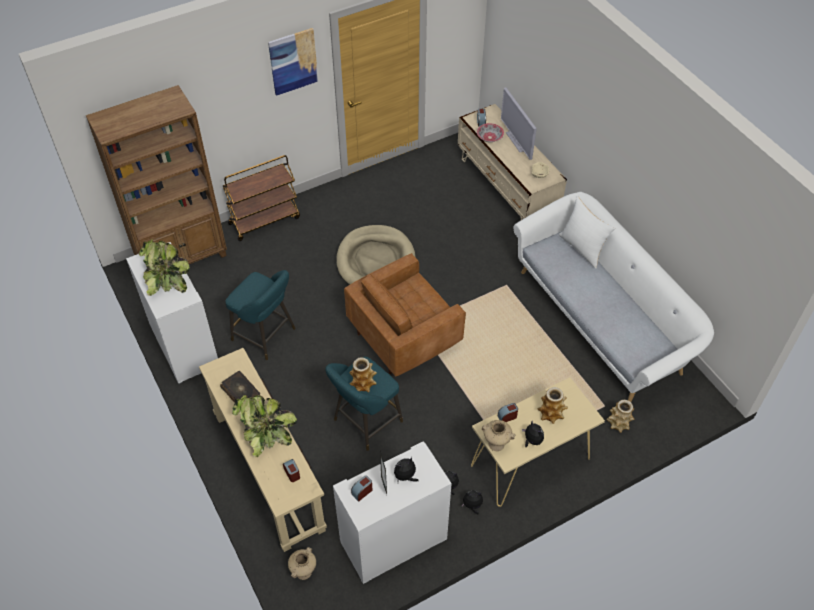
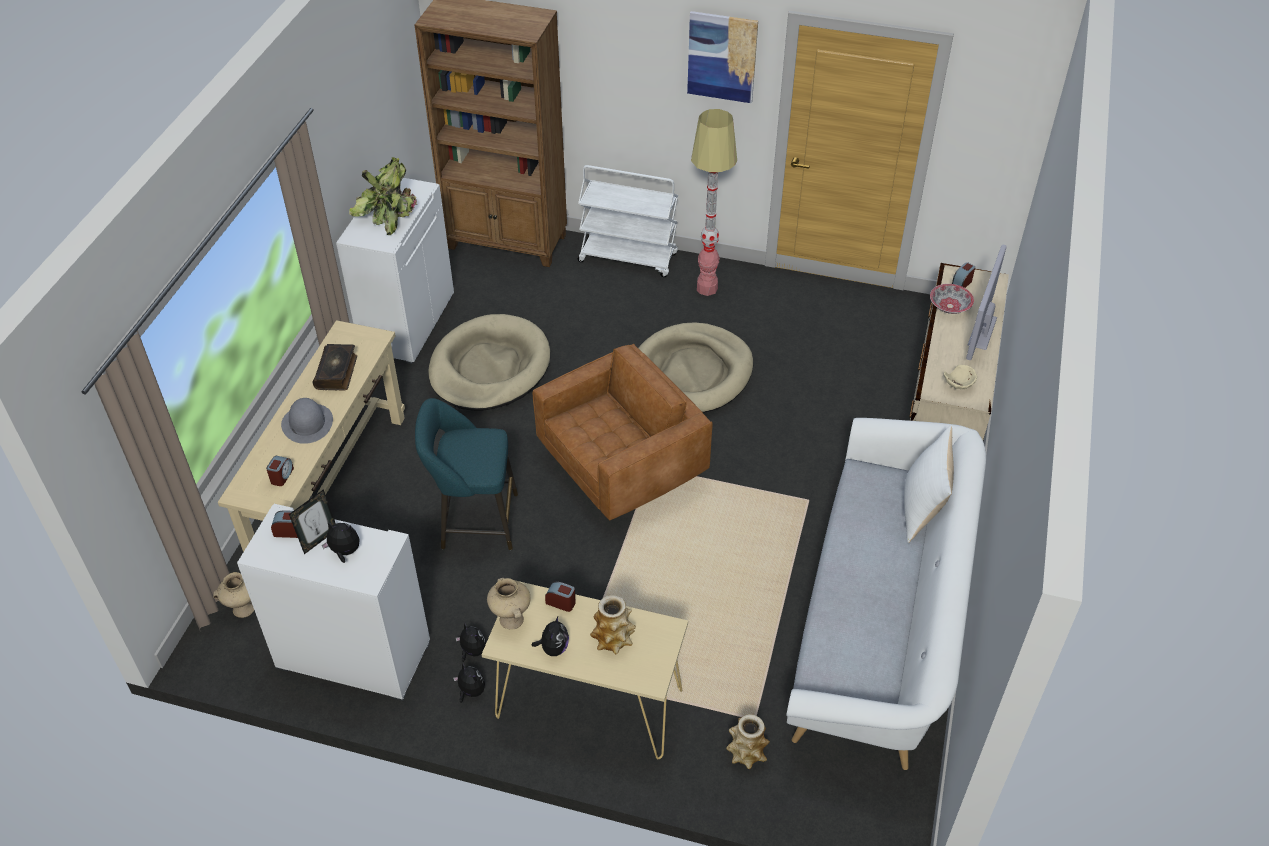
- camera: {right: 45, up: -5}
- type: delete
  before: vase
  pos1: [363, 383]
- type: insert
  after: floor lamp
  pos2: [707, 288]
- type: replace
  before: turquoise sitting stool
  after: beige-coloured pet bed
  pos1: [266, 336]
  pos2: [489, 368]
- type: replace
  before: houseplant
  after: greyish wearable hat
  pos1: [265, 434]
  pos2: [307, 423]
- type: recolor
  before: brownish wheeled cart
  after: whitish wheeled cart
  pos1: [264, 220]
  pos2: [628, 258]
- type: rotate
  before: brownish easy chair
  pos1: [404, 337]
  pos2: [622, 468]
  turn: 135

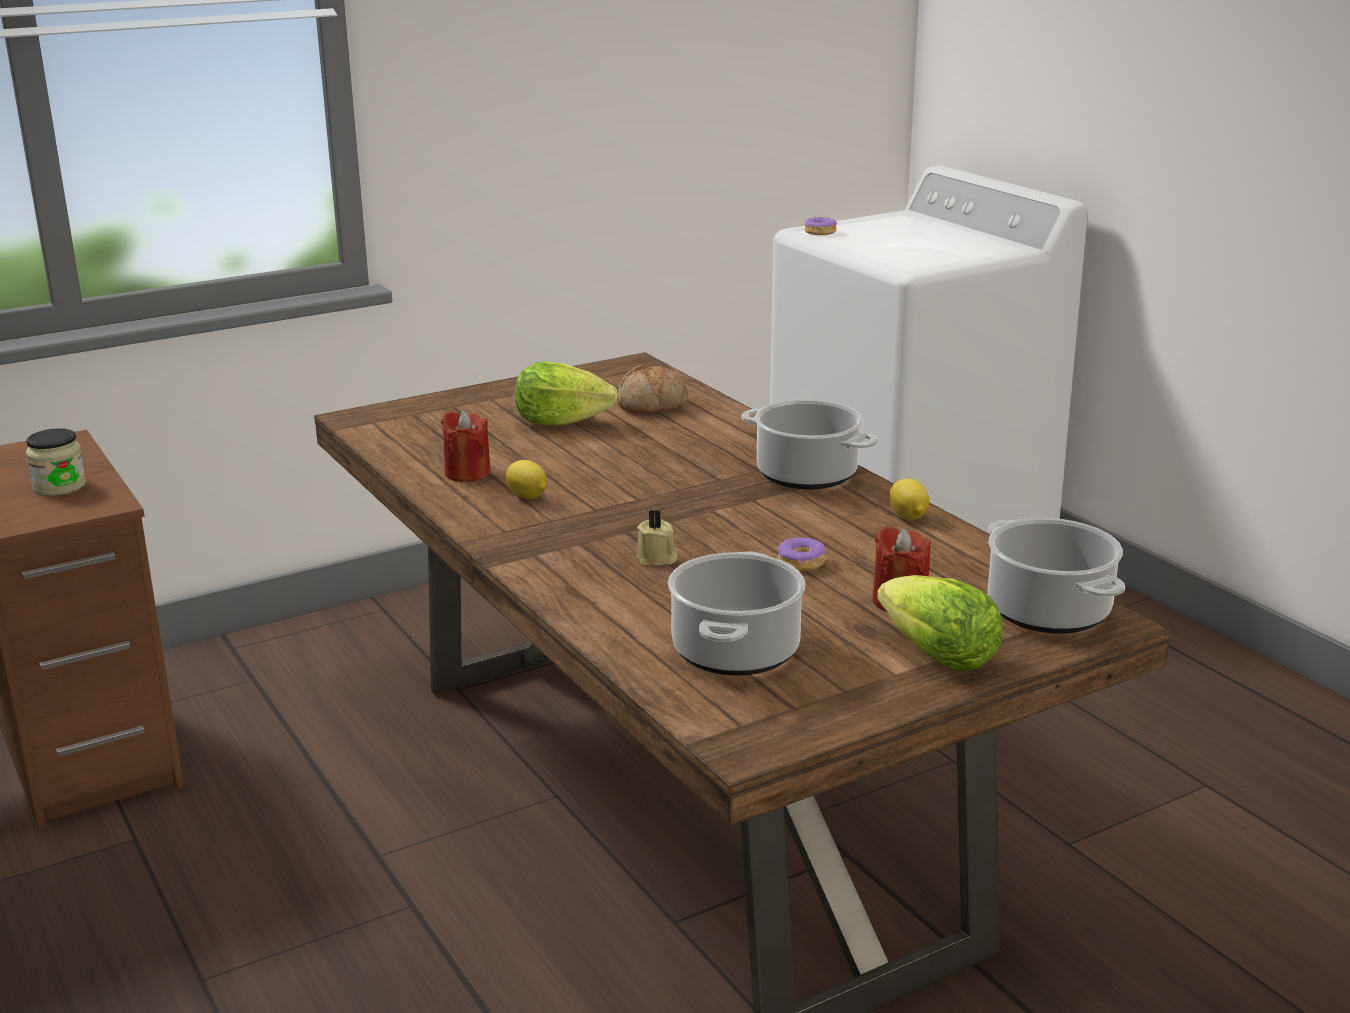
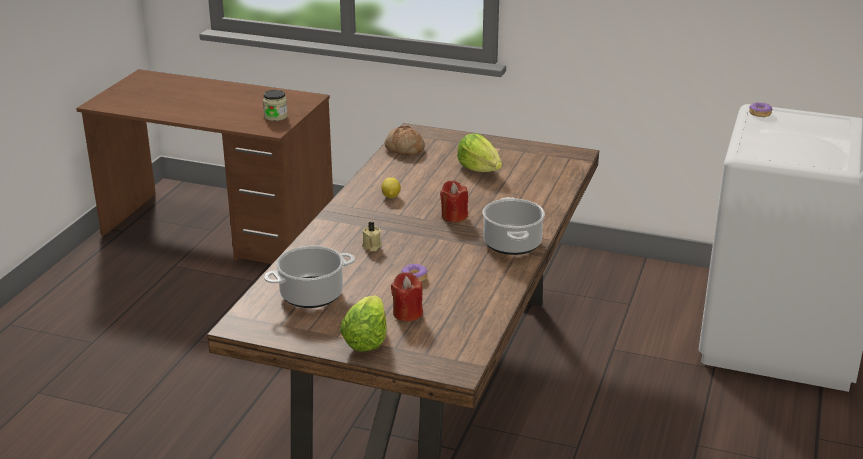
- camera: {right: 50, up: 5}
- type: delete
  before: lemon
  pos1: [908, 517]
- type: delete
  before: stockpot
  pos1: [1046, 611]
- type: move
  before: red-coloured wax light
  pos1: [467, 473]
  pos2: [454, 216]
- type: move
  before: baked bread
  pos1: [652, 405]
  pos2: [404, 149]

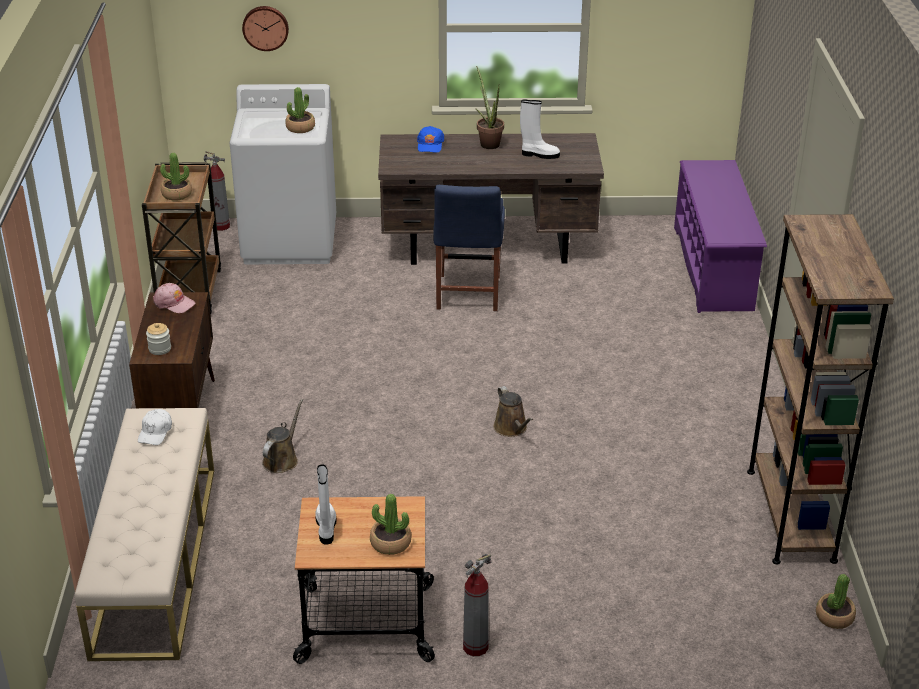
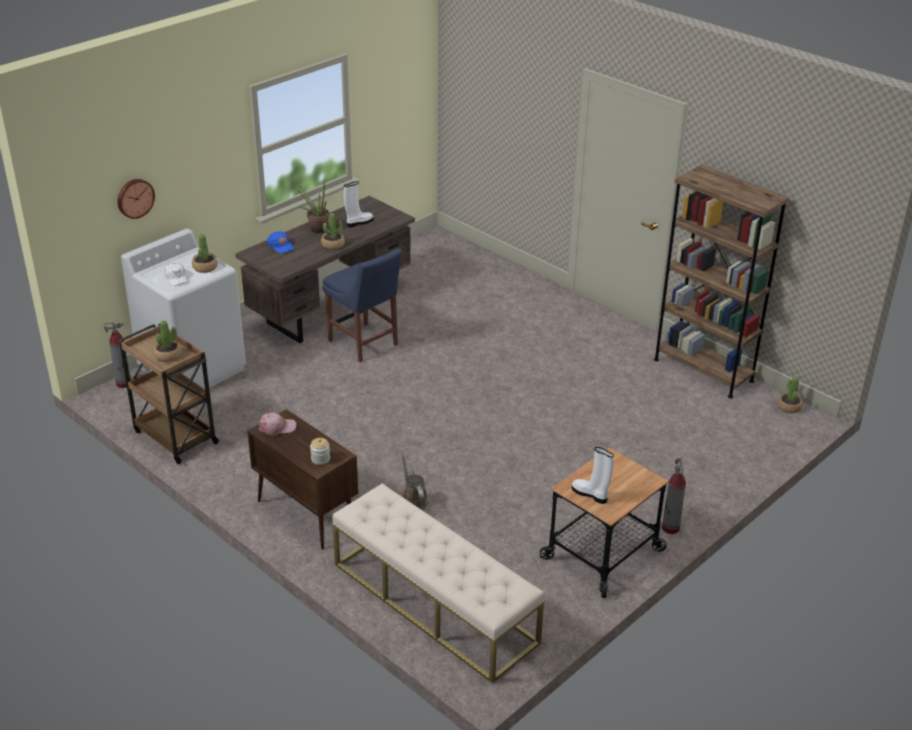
- camera: {right: -45, up: 0}
- type: delete
  before: brownish watering pot
  pos1: [512, 428]
- type: delete
  before: purple shoe stand
  pos1: [713, 268]
- type: move
  before: whitish peaked cap
  pos1: [155, 432]
  pos2: [176, 278]
- type: move
  before: houseplant
  pos1: [390, 543]
  pos2: [333, 245]

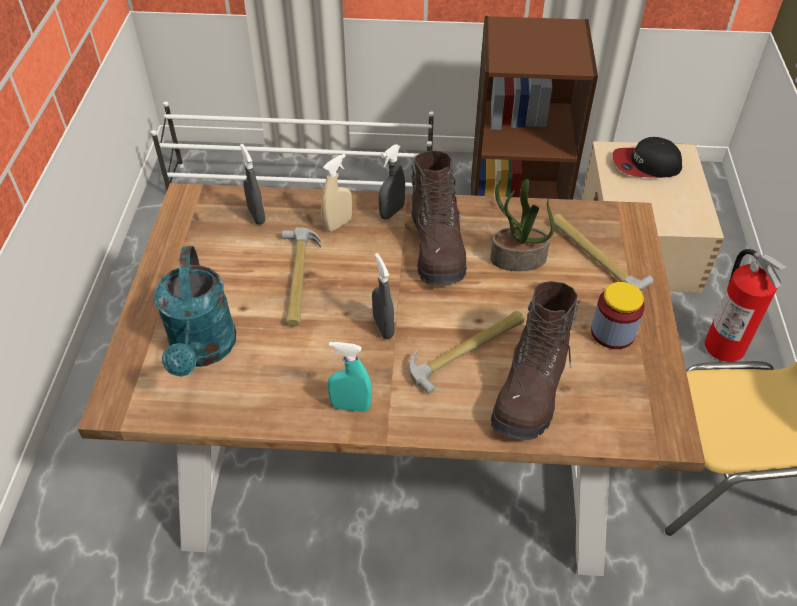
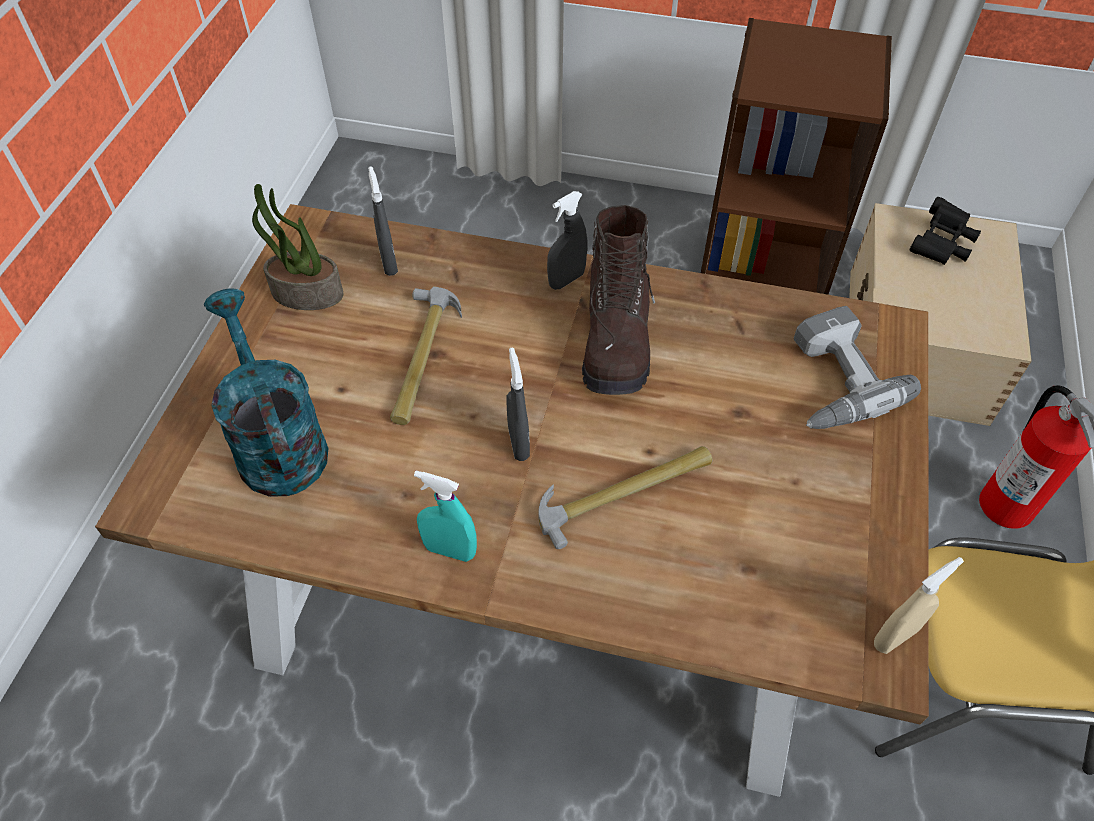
- camera: {right: 10, up: 5}
- type: delete
  before: whitish shoe stand
  pos1: [302, 186]
- type: delete
  before: brownish tall boot
  pos1: [531, 389]
- type: delete
  before: preserve jar
  pos1: [612, 332]
- type: move
  before: beige-coloured hand sprayer
  pos1: [338, 224]
  pos2: [895, 637]
- type: move
  before: houseplant
  pos1: [517, 259]
  pos2: [306, 294]
- type: replace
  before: tool hammer
  after: electric drill
  pos1: [594, 257]
  pos2: [831, 381]
- type: replace
  before: peaked cap
  after: black-coloured pair of binoculars
  pos1: [645, 165]
  pos2: [941, 245]
- type: rotate
  before: turquoise watering pot
  pos1: [202, 350]
  pos2: [276, 441]
  turn: 150

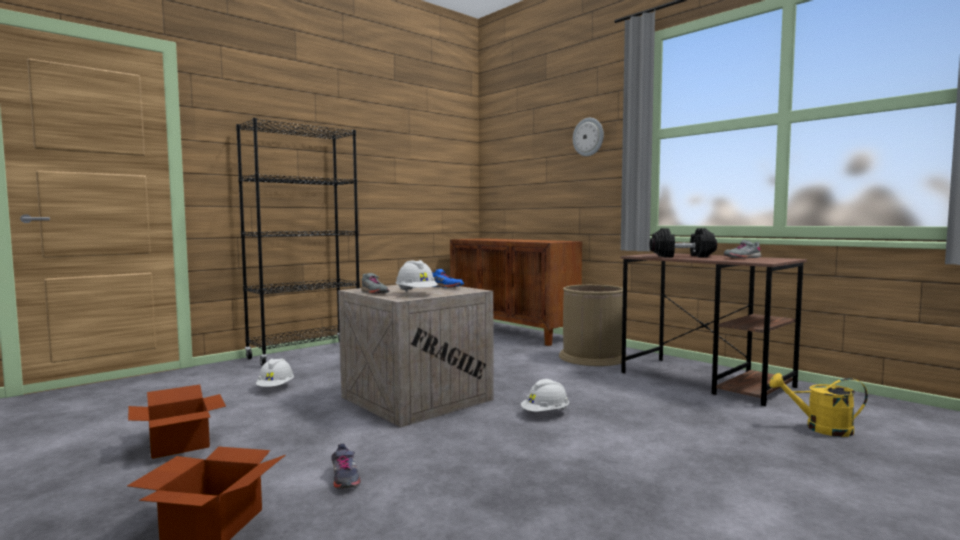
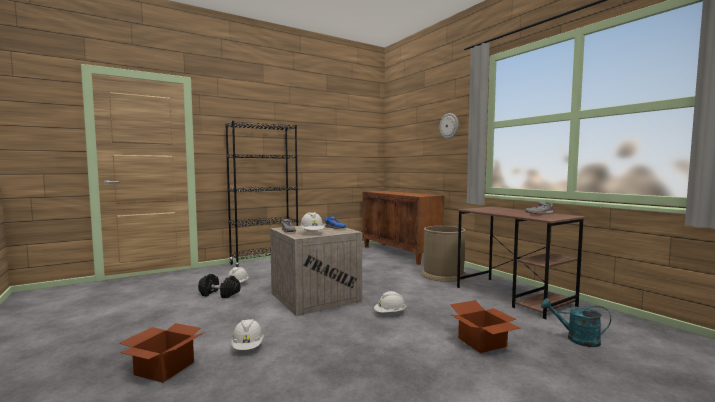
- camera: {right: 10, up: 0}
- type: move
  before: packing box
  pos1: [178, 445]
  pos2: [482, 343]
- type: move
  before: black-coloured free weight
  pos1: [682, 256]
  pos2: [219, 294]
- type: replace
  before: greyish item of footwear
  after: whitish work helmet
  pos1: [345, 478]
  pos2: [248, 347]
- type: recolor
  before: yellow watering pot
  after: turquoise watering pot
  pos1: [820, 428]
  pos2: [577, 339]

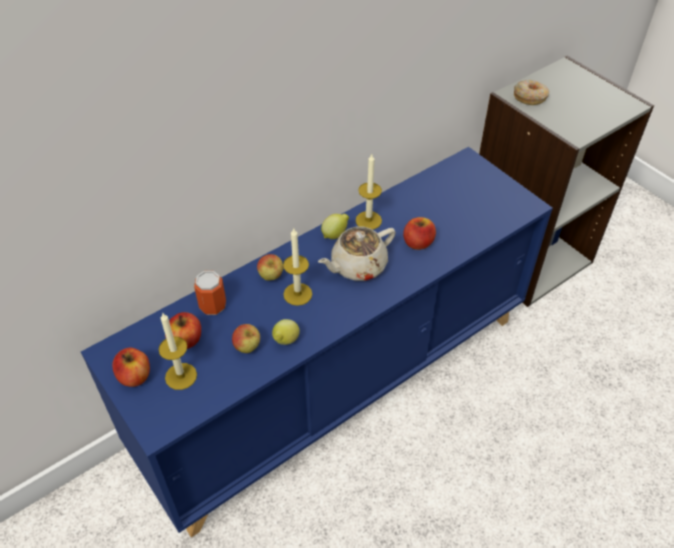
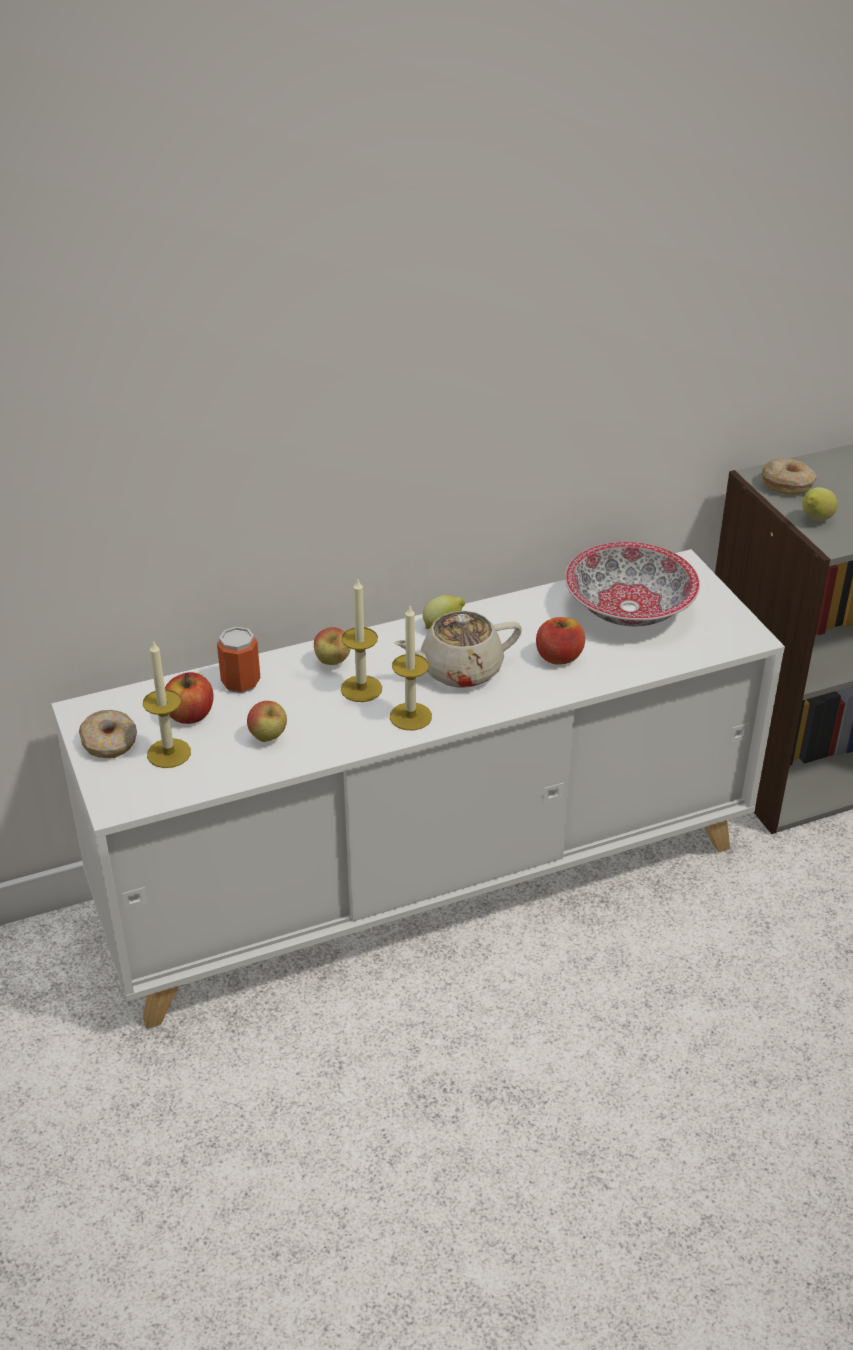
- camera: {right: 15, up: -10}
- type: insert
  after: serving bowl
  pos2: [629, 608]
- type: move
  before: lemon
  pos1: [285, 341]
  pos2: [815, 520]
- type: move
  before: wax light
  pos1: [368, 220]
  pos2: [410, 716]
- type: replace
  before: whole apple
  after: donut
  pos1: [135, 376]
  pos2: [110, 742]
- type: recolor
  before: bluish storage cabinet
  after: whitish storage cabinet
  pos1: [338, 383]
  pos2: [428, 880]

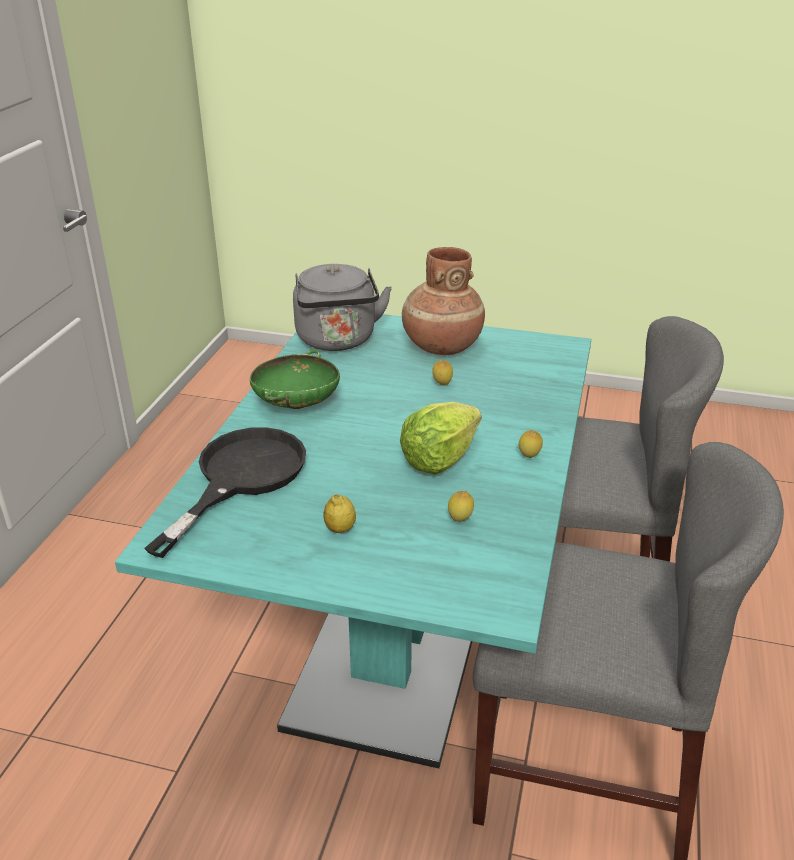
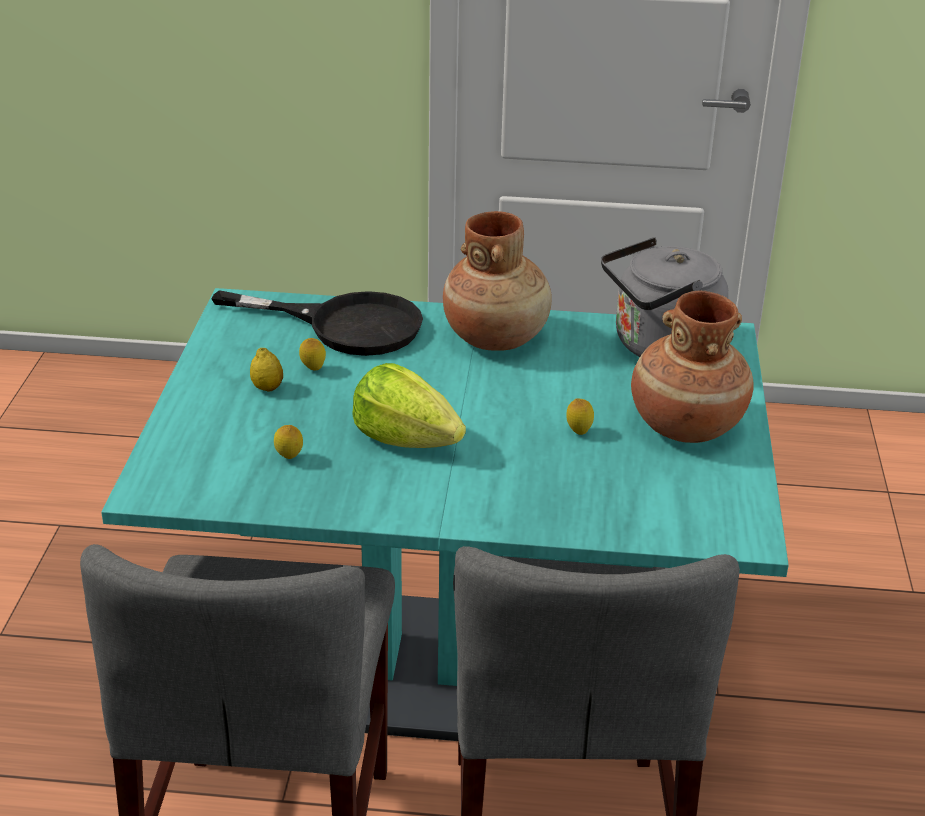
- camera: {right: 80, up: 0}
- type: move
  before: lemon
  pos1: [529, 457]
  pos2: [313, 369]
- type: replace
  before: greenish serving bowl
  after: brownish vase
  pos1: [296, 403]
  pos2: [496, 337]

